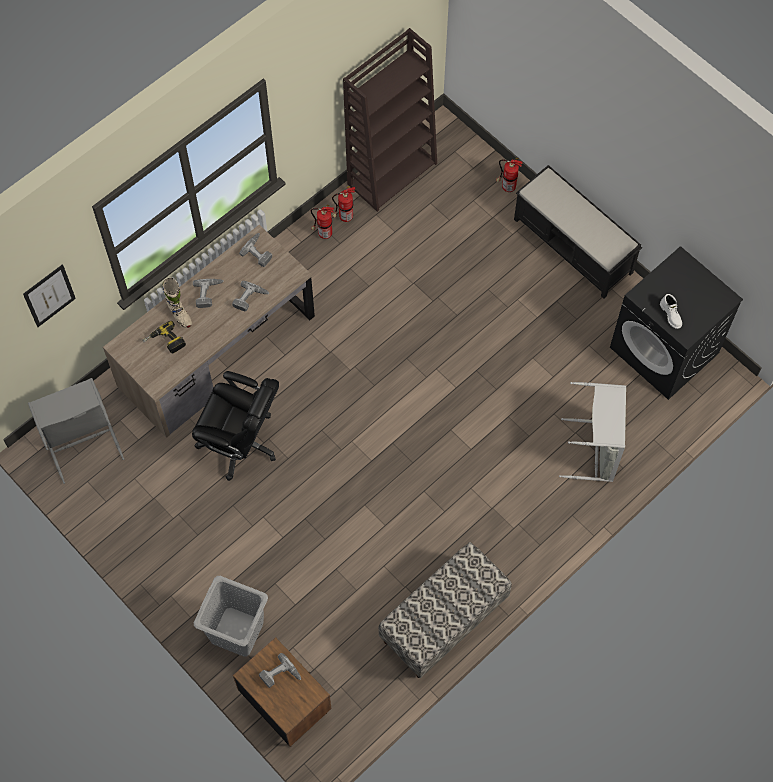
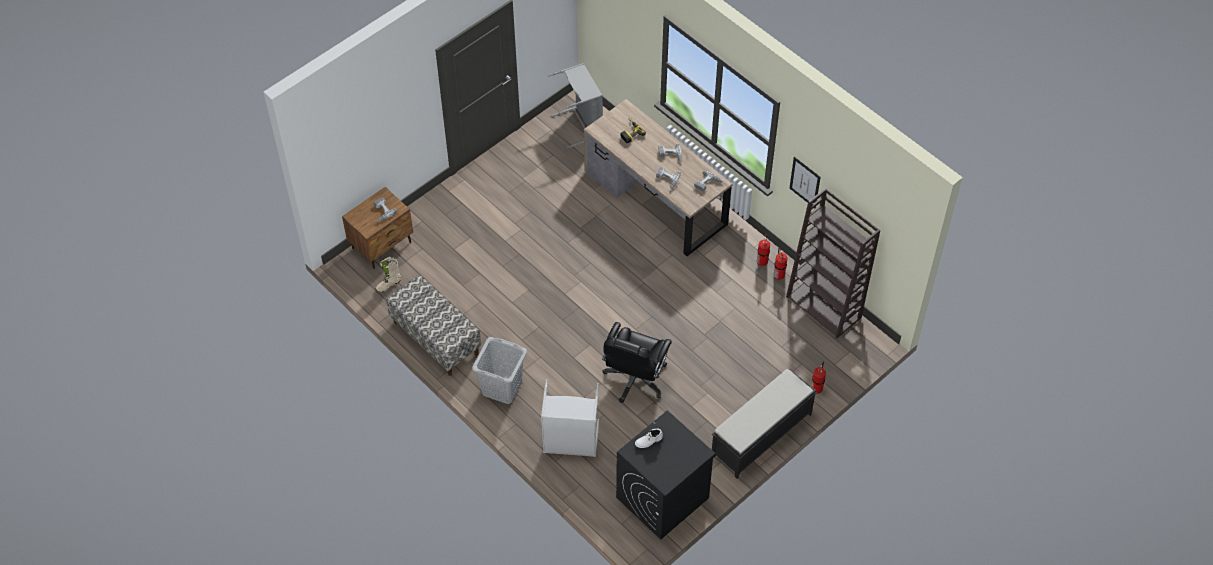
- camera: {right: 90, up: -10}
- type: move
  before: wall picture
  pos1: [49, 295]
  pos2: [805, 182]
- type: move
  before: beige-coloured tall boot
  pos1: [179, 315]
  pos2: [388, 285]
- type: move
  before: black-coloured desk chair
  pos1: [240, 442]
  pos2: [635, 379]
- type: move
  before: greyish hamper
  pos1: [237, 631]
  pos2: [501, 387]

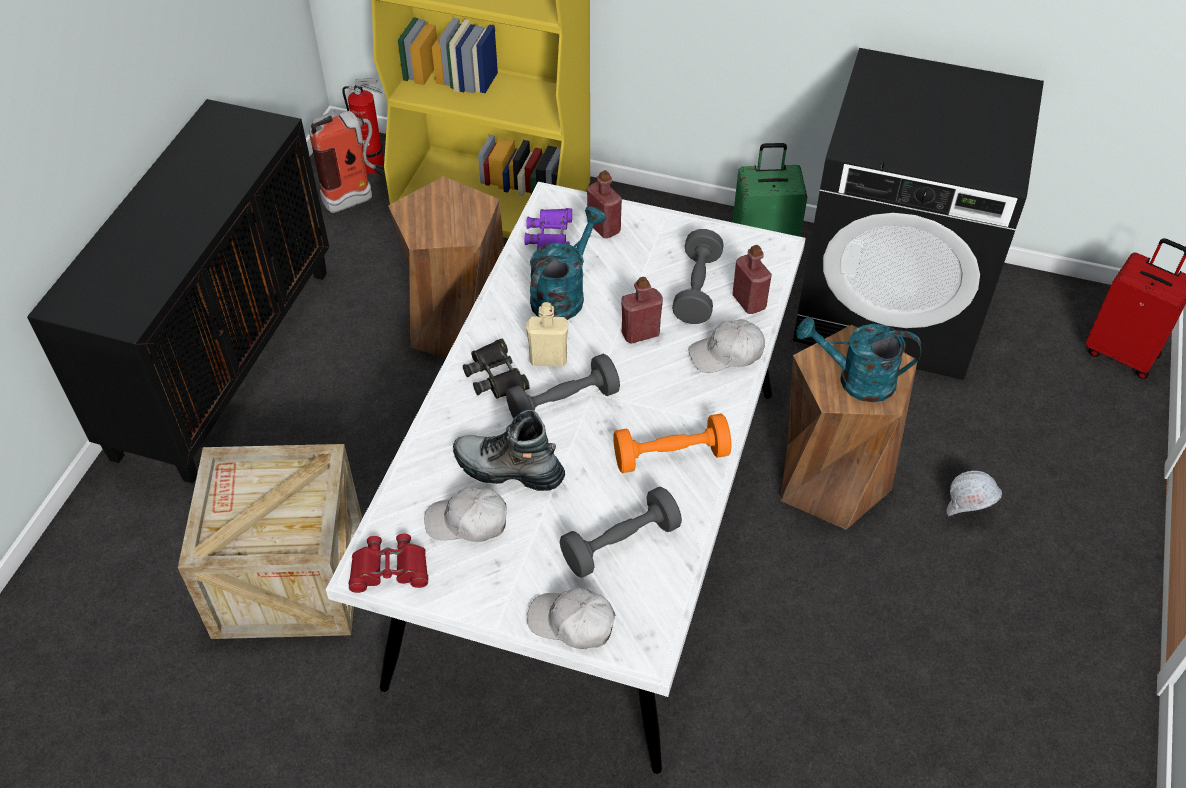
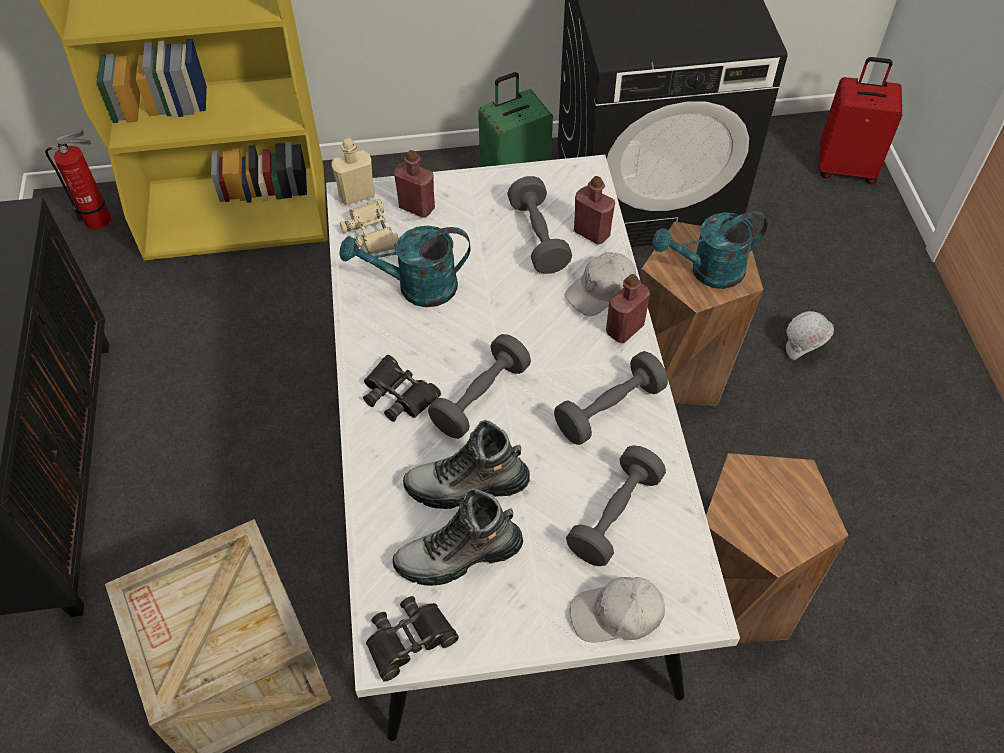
- camera: {right: -25, up: 5}
- type: delete
  before: fire extinguisher
  pos1: [357, 198]
- type: move
  before: brownish sitting stool
  pos1: [457, 325]
  pos2: [738, 591]
- type: move
  before: beige-coloured drink bottle
  pos1: [548, 359]
  pos2: [357, 195]
- type: move
  before: red-coloured drink bottle
  pos1: [640, 333]
  pos2: [624, 329]
- type: replace
  before: whitish peaked cap
  after: tall boot
  pos1: [467, 522]
  pos2: [458, 556]
- type: recolor
  before: red-coloured pair of binoculars
  after: black-coloured pair of binoculars
  pos1: [389, 569]
  pos2: [409, 640]
- type: recolor
  before: purple pair of binoculars
  after: beige-coloured pair of binoculars
  pos1: [551, 236]
  pos2: [371, 233]
- type: recolor
  before: orange-coloured free weight
  after: greyish free weight
  pos1: [671, 456]
  pos2: [609, 409]
- type: rotate
  before: turquoise watering pot
  pos1: [563, 294]
  pos2: [416, 287]
  turn: -105

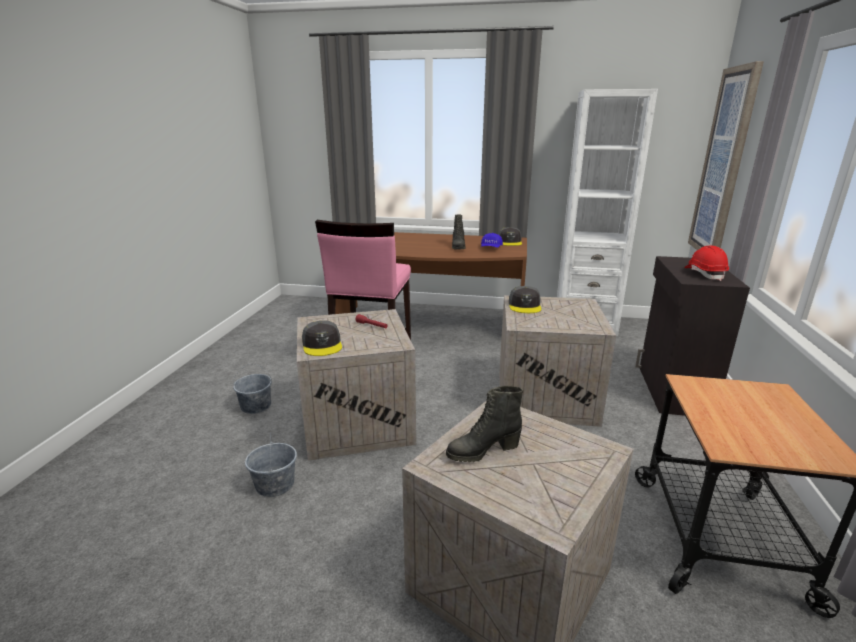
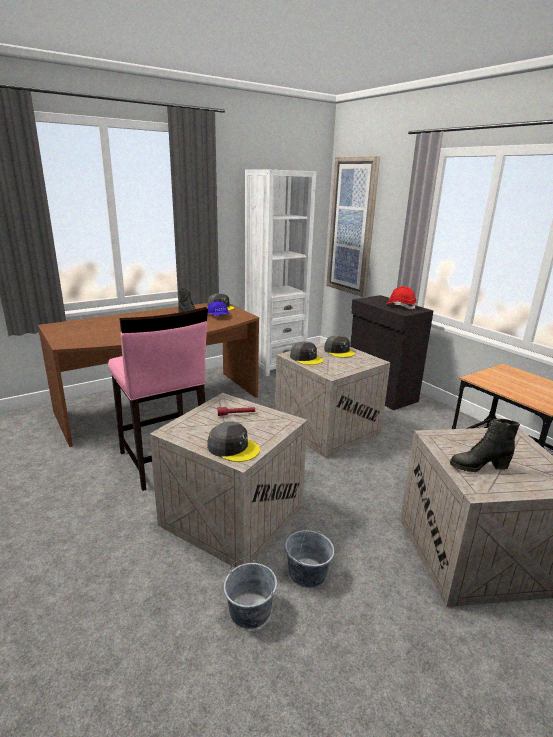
- camera: {right: -45, up: 0}
- type: insert
  after: greyish peaked cap
  pos2: [339, 351]
- type: move
  before: greyish water bucket
  pos1: [255, 406]
  pos2: [307, 573]
- type: rotate
  before: black-coloured tall boot
  pos1: [482, 451]
  pos2: [478, 466]
  turn: 60

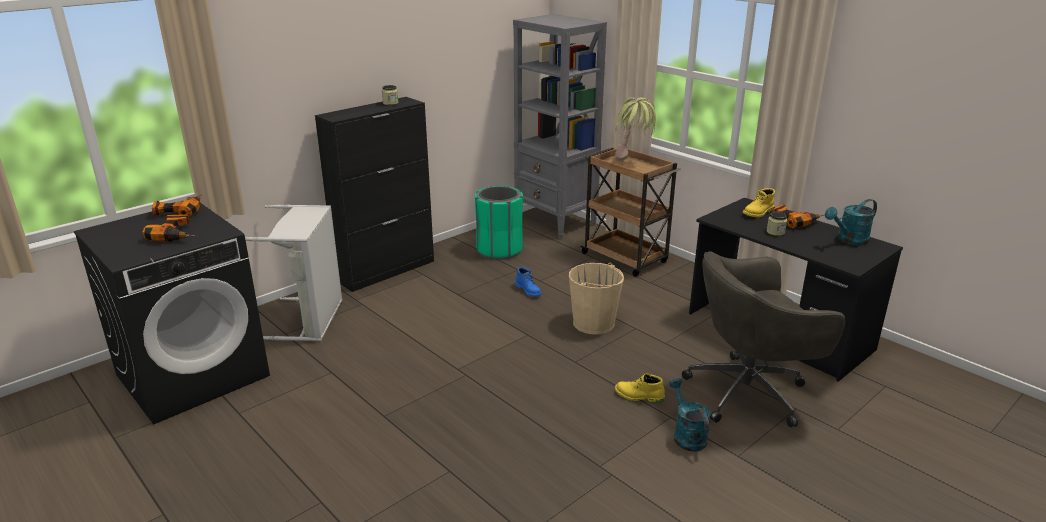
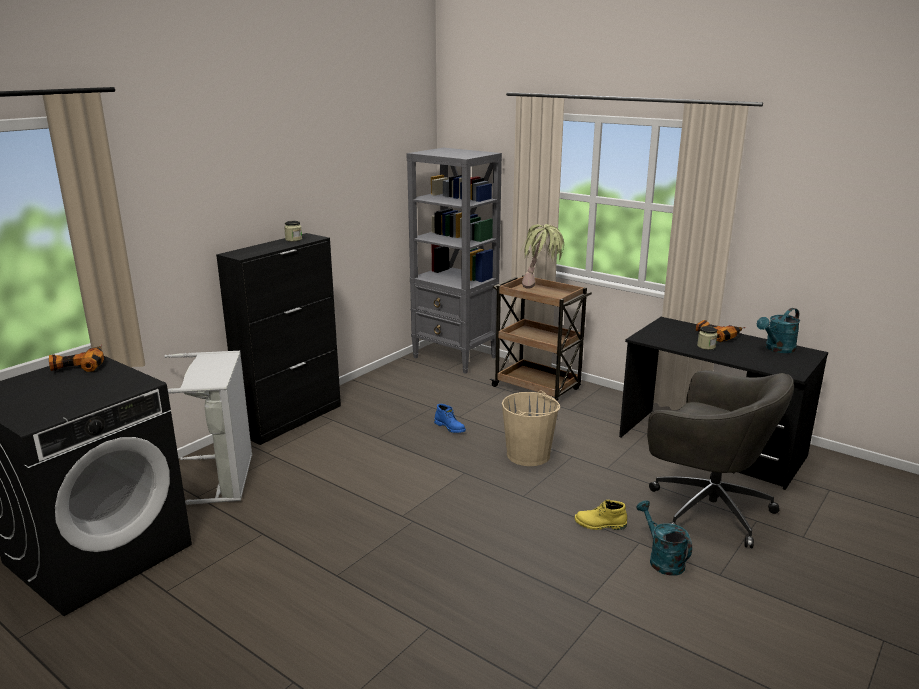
- camera: {right: -10, up: -5}
- type: delete
  before: electric drill
  pos1: [176, 234]
- type: delete
  before: greenish waste bin
  pos1: [499, 250]
- type: delete
  before: yellow tall boot
  pos1: [758, 213]
- type: rotate
  before: greyish desk chair
  pos1: [749, 392]
  pos2: [706, 509]
  turn: -120

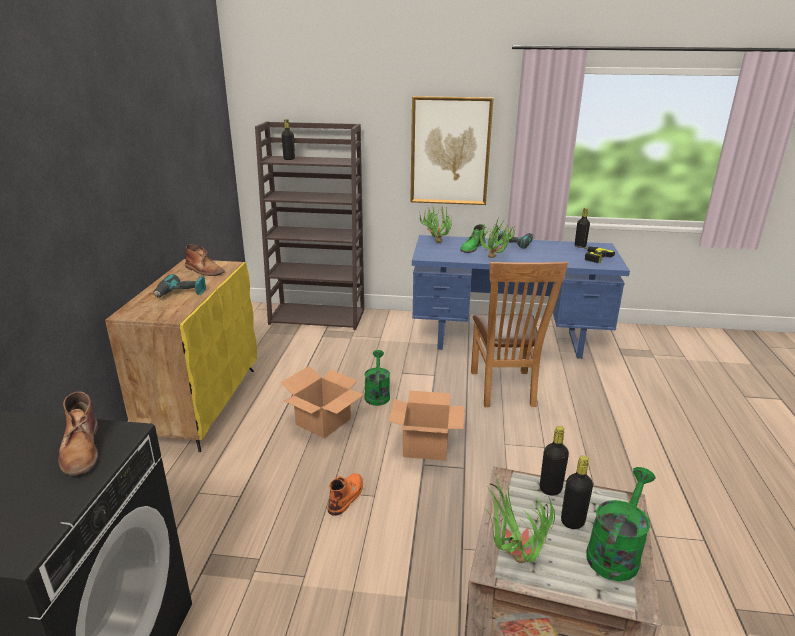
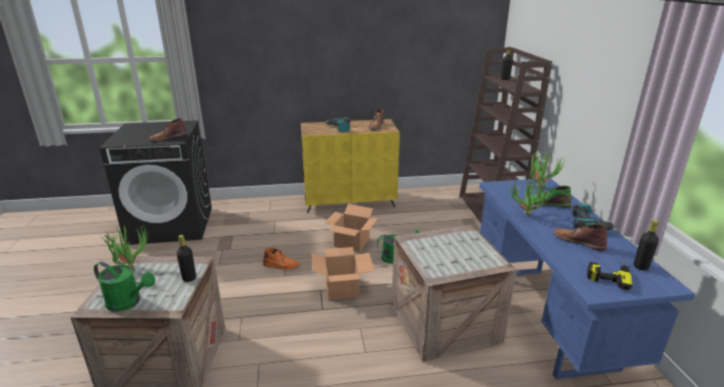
- camera: {right: 75, up: 0}
- type: delete
  before: wall picture
  pos1: [450, 151]
- type: delete
  before: black-coloured drink bottle
  pos1: [572, 522]
- type: insert
  after: brownish tall boot
  pos2: [578, 241]
- type: replace
  before: brownish plain chair
  after: shipping crate
  pos1: [504, 390]
  pos2: [443, 322]

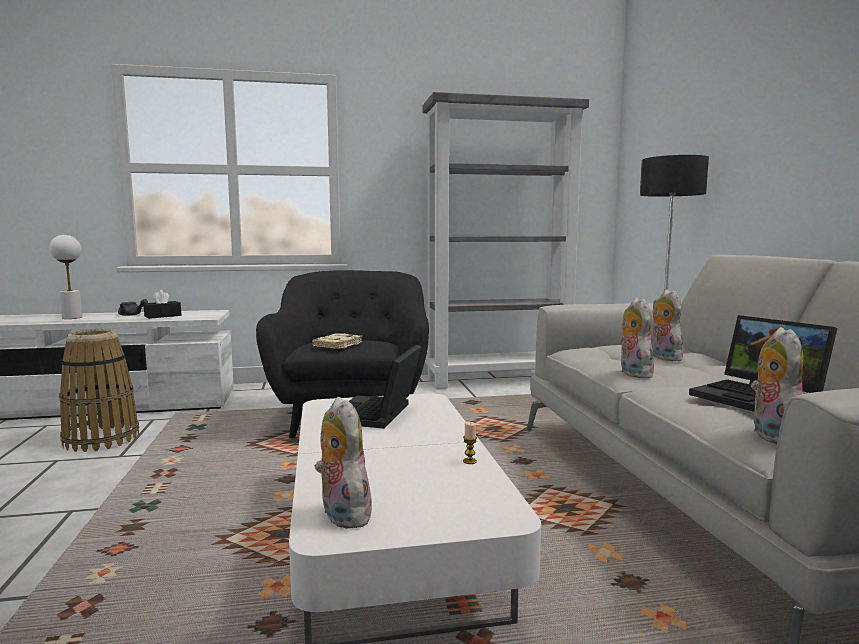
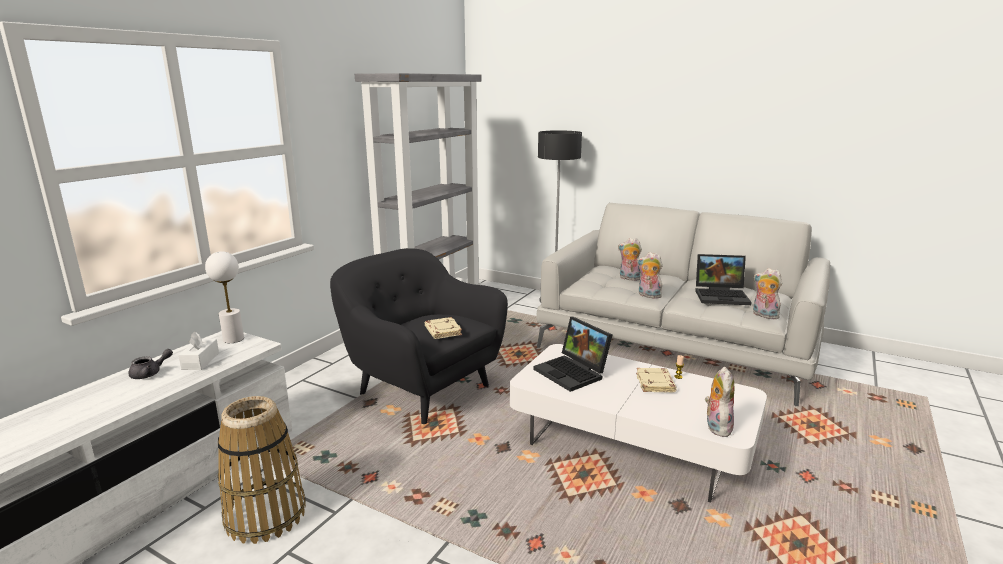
- camera: {right: -50, up: 10}
- type: insert
  after: beige-coloured volume
  pos2: [656, 383]
- type: move
  before: whitish table lamp
  pos1: [72, 317]
  pos2: [233, 339]
- type: recolor
  before: black-coloured box of tissues
  after: whitish box of tissues
  pos1: [163, 316]
  pos2: [200, 361]
- type: rotate
  before: soft toy
  pos1: [341, 515]
  pos2: [716, 426]
  turn: 90

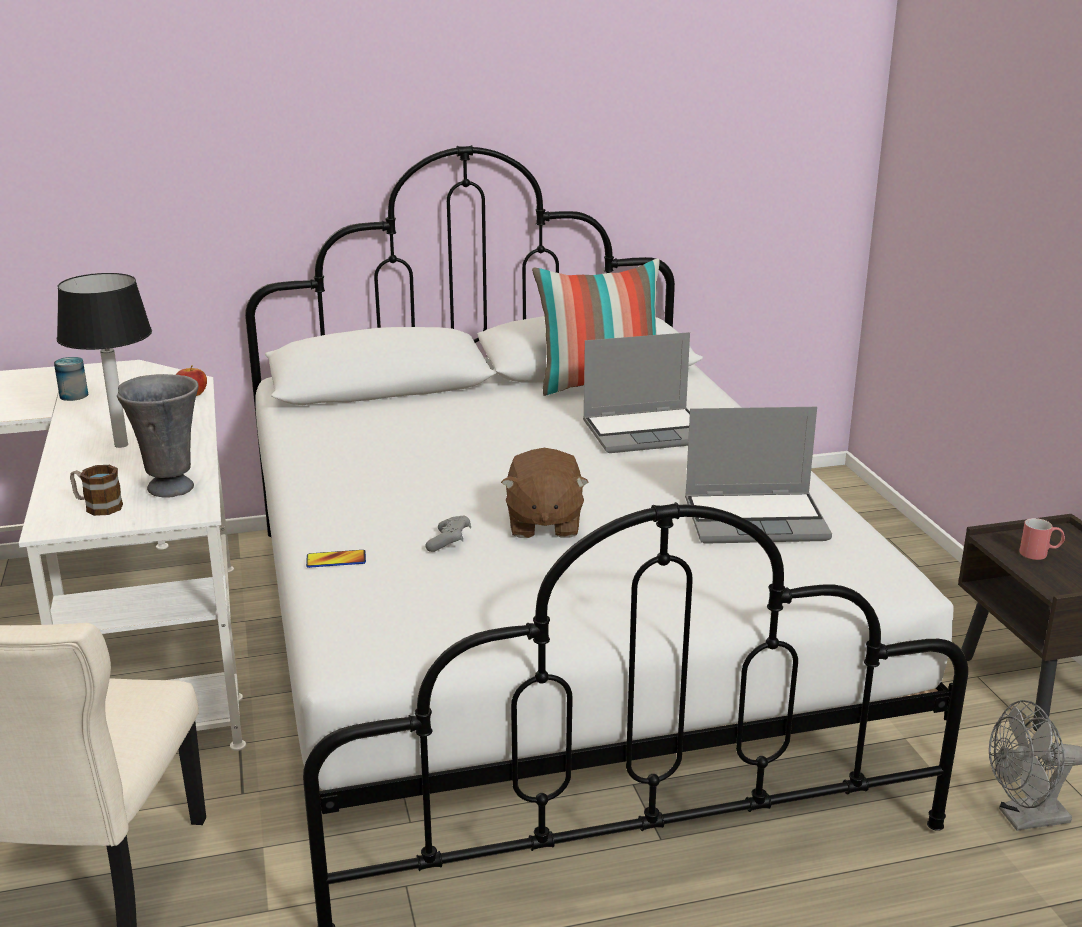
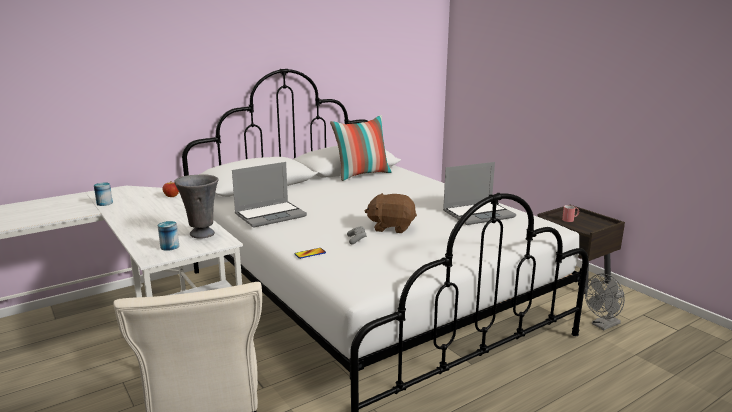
- camera: {right: -20, up: -5}
- type: delete
  before: table lamp
  pos1: [121, 444]
- type: move
  before: portable computer
  pos1: [647, 432]
  pos2: [271, 215]
- type: replace
  before: mug
  after: metal can
  pos1: [97, 506]
  pos2: [169, 246]
- type: rotate
  before: brownish soft toy
  pos1: [543, 524]
  pos2: [391, 227]
  turn: 120

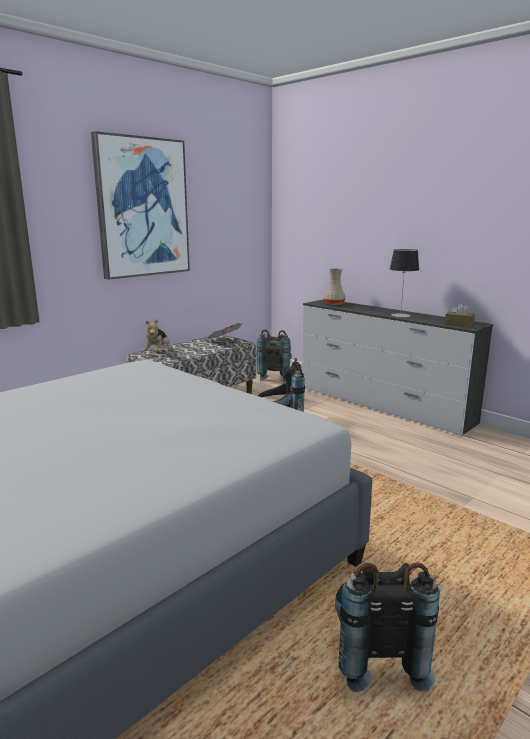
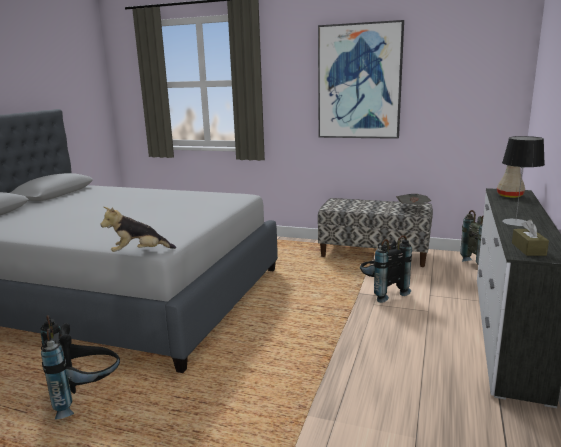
- camera: {right: 65, up: 0}
- type: move
  before: soft toy
  pos1: [158, 352]
  pos2: [139, 253]

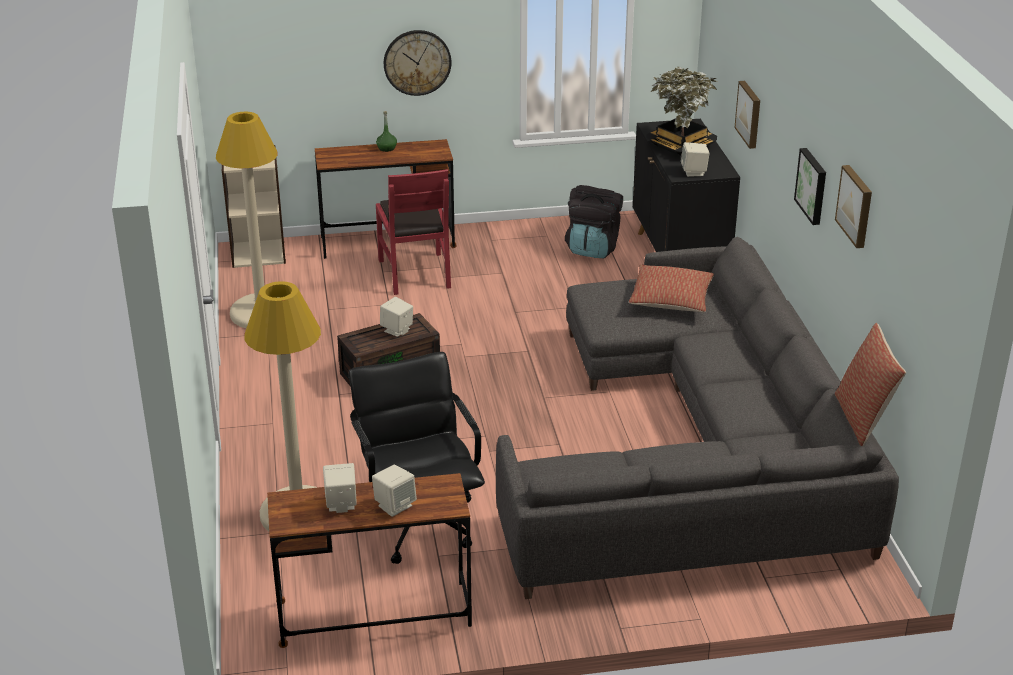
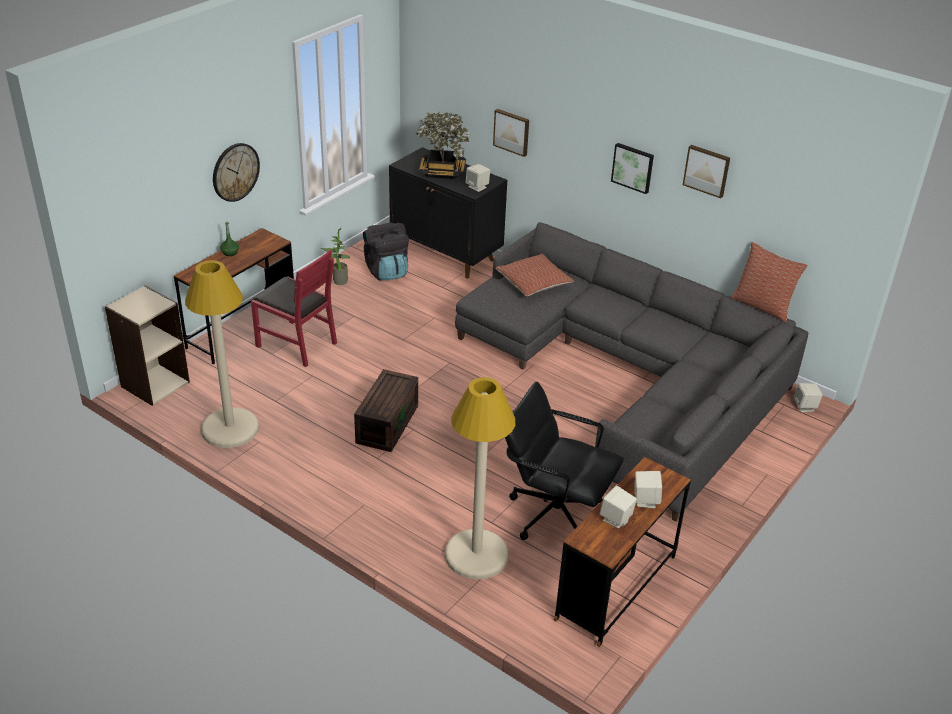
- camera: {right: -45, up: 5}
- type: insert
  after: houseplant
  pos2: [338, 281]
- type: move
  before: beige-coloured audio speaker
  pos1: [397, 330]
  pos2: [805, 406]

